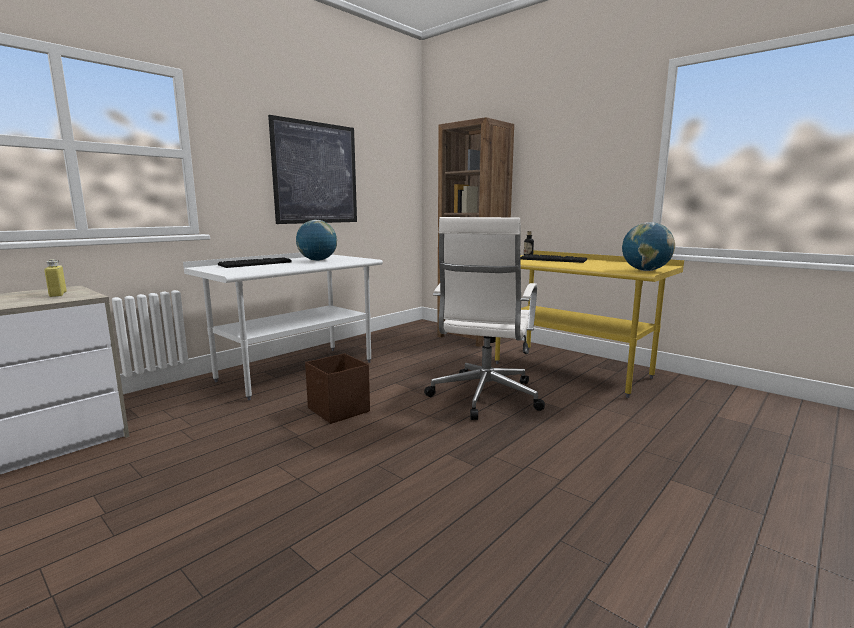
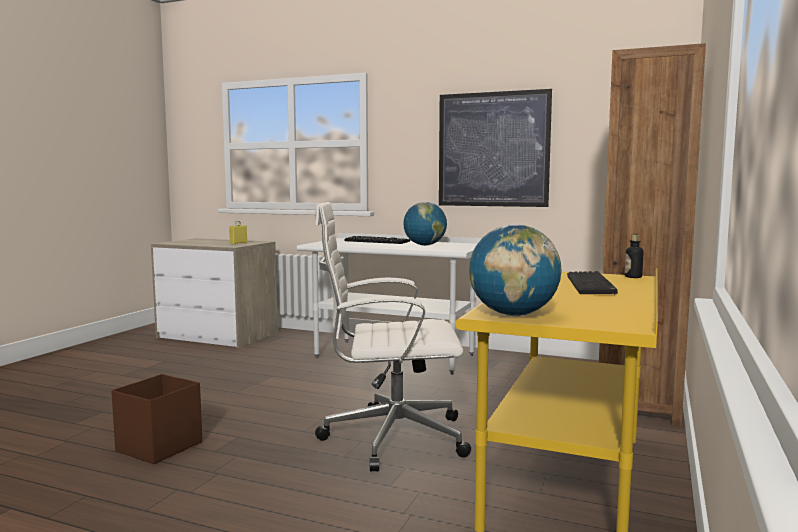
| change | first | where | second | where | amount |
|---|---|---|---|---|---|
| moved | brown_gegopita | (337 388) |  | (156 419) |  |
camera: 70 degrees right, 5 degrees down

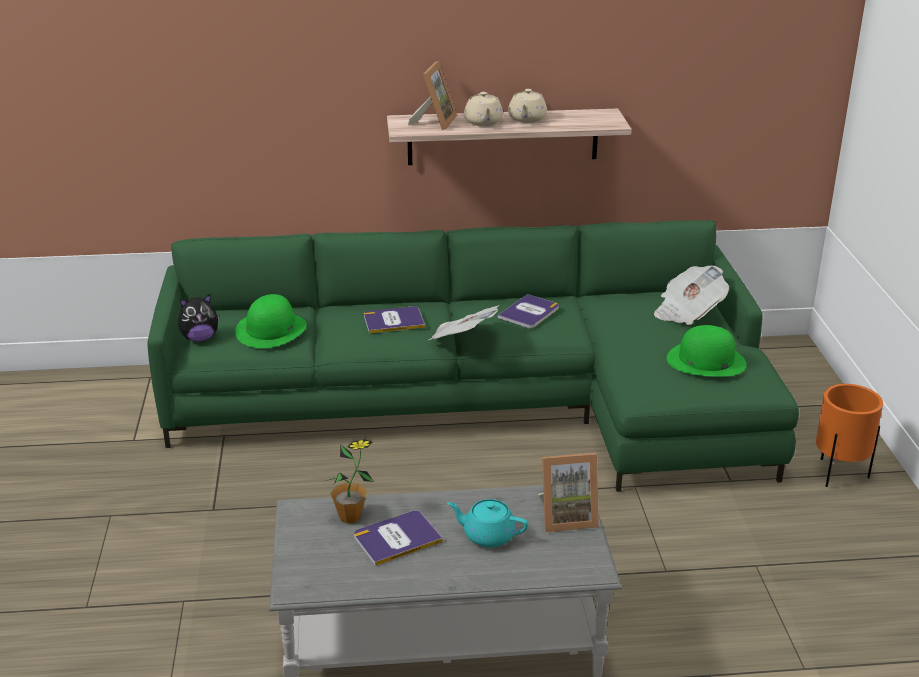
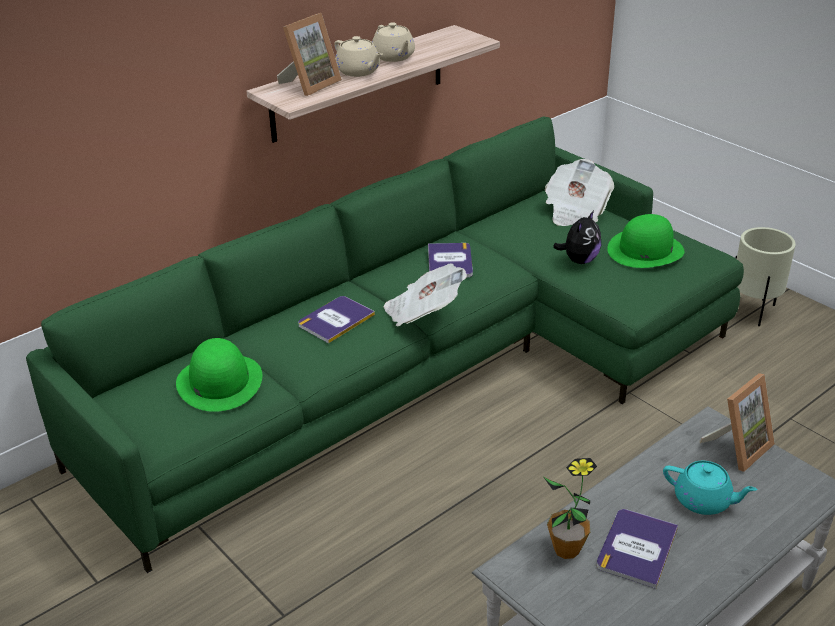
| change | first | where | second | where | amount |
|---|---|---|---|---|---|
| moved | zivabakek | (198 318) |  | (577 237) |  |
| turned | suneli | (432 95) |  | (309 54) | 60 degrees clockwise |
| turned | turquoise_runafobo | (487 523) |  | (710 488) | 135 degrees counterclockwise |
| recoloured | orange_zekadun | (849 435) | beige_zekadun | (766 276) |  |
camera: 35 degrees left, 5 degrees up

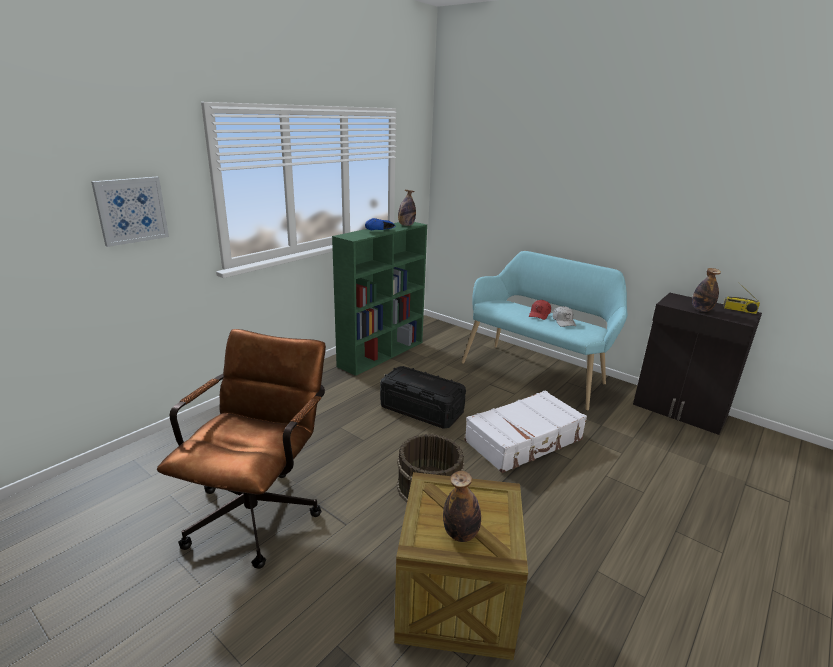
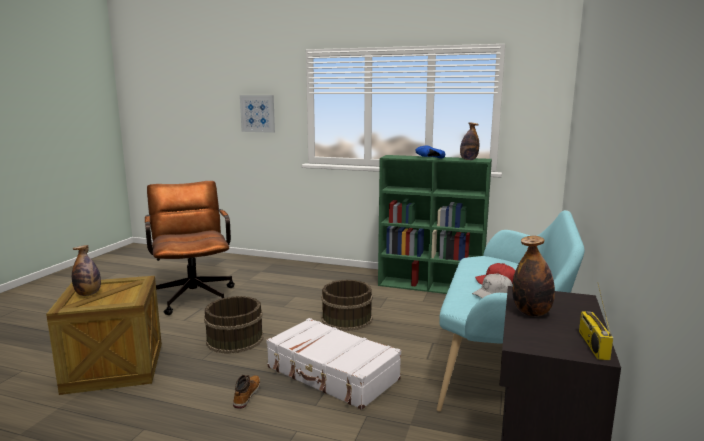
| change | first | where | second | where | amount |
|---|---|---|---|---|---|
| turned | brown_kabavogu | (241 449) |  | (190 248) | 105 degrees counterclockwise |
| replaced | black_gegopita | (423 397) | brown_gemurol | (347 305) |  |
| added |  |  | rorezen | (246 392) |  |
camera: 70 degrees right, 10 degrees down

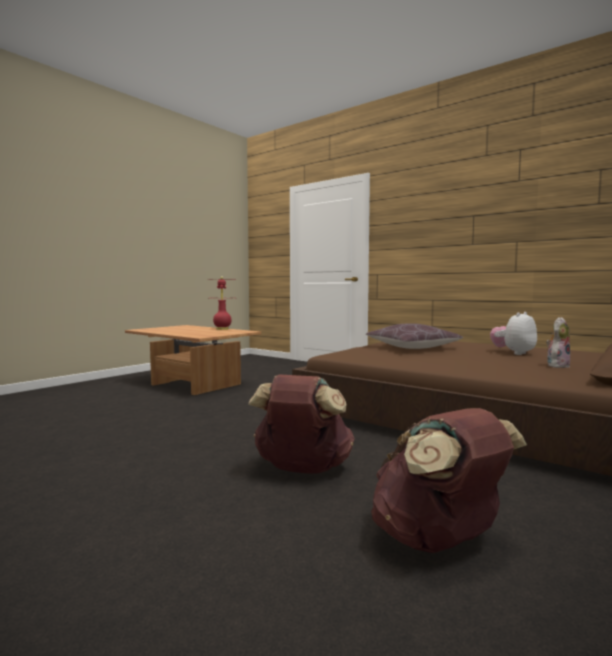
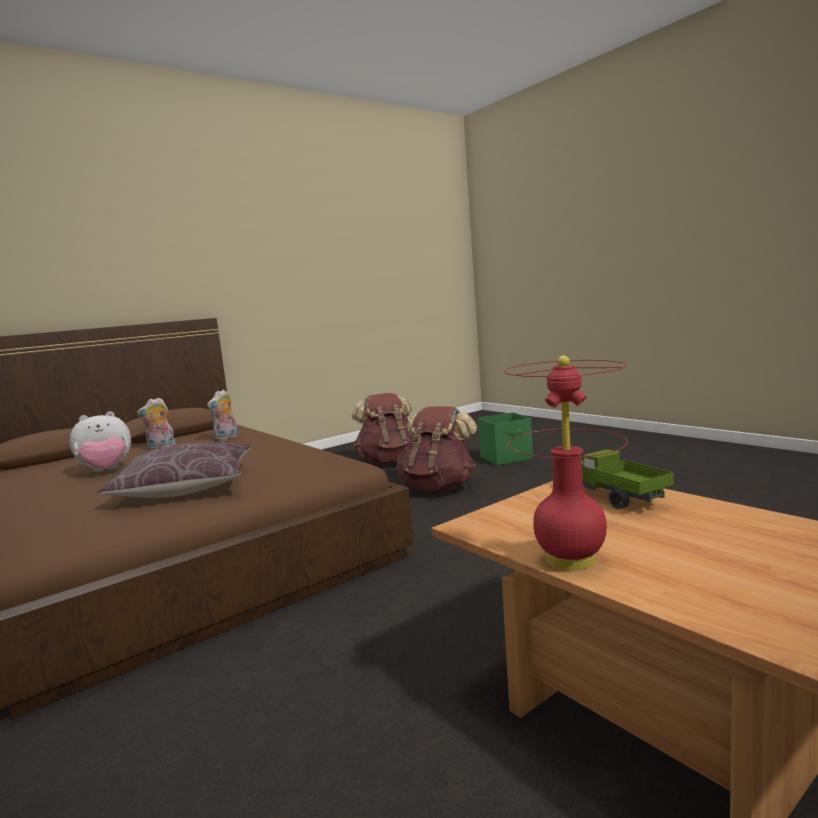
| change | first | where | second | where | amount |
|---|---|---|---|---|---|
| added |  |  | zivabakek | (222 415) |  |
| added |  |  | green_gegopita | (505 439) |  |
| added |  |  | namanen | (627 479) |  |
camera: 165 degrees left, 5 degrees up

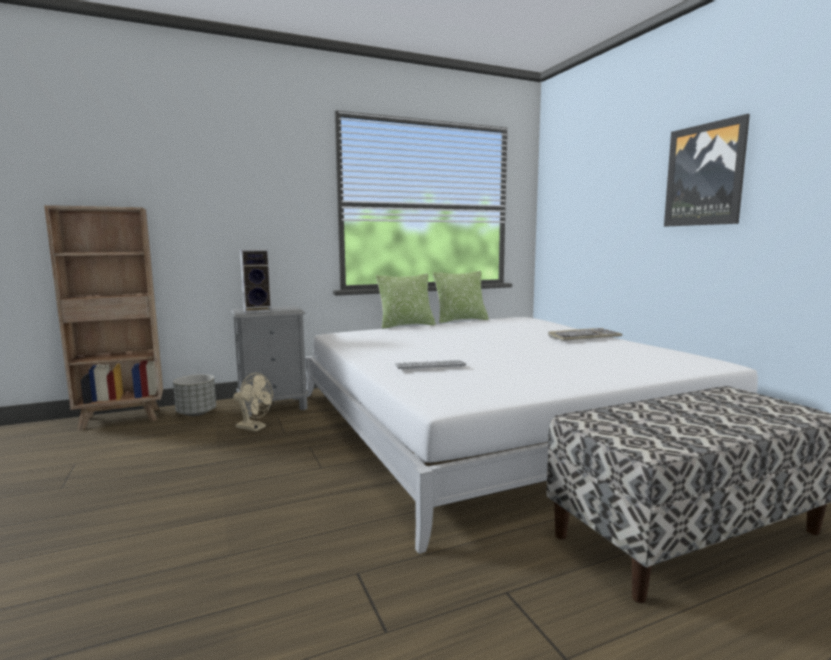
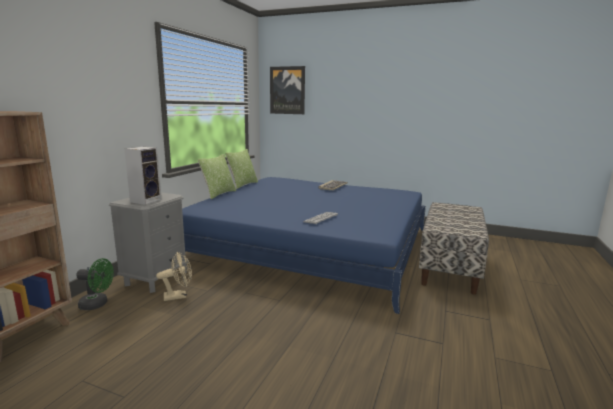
| change | first | where | second | where | amount |
|---|---|---|---|---|---|
| replaced | grey_zekadun | (194 395) | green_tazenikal | (95 284) |  |
| recoloured | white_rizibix | (531 435) | blue_rizibix | (304 245) |  |
| moved | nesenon | (707 170) |  | (287 90) |  |
camera: 45 degrees left, 5 degrees up

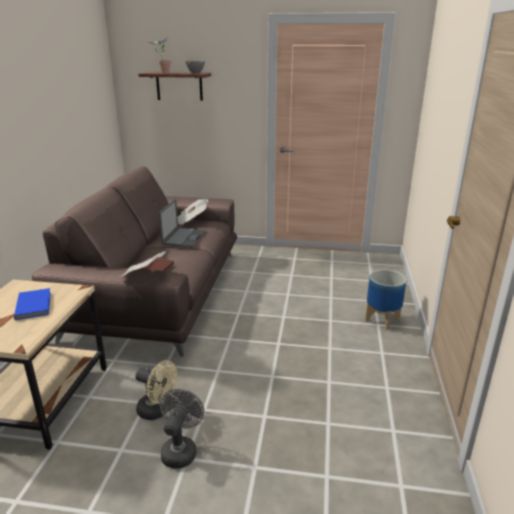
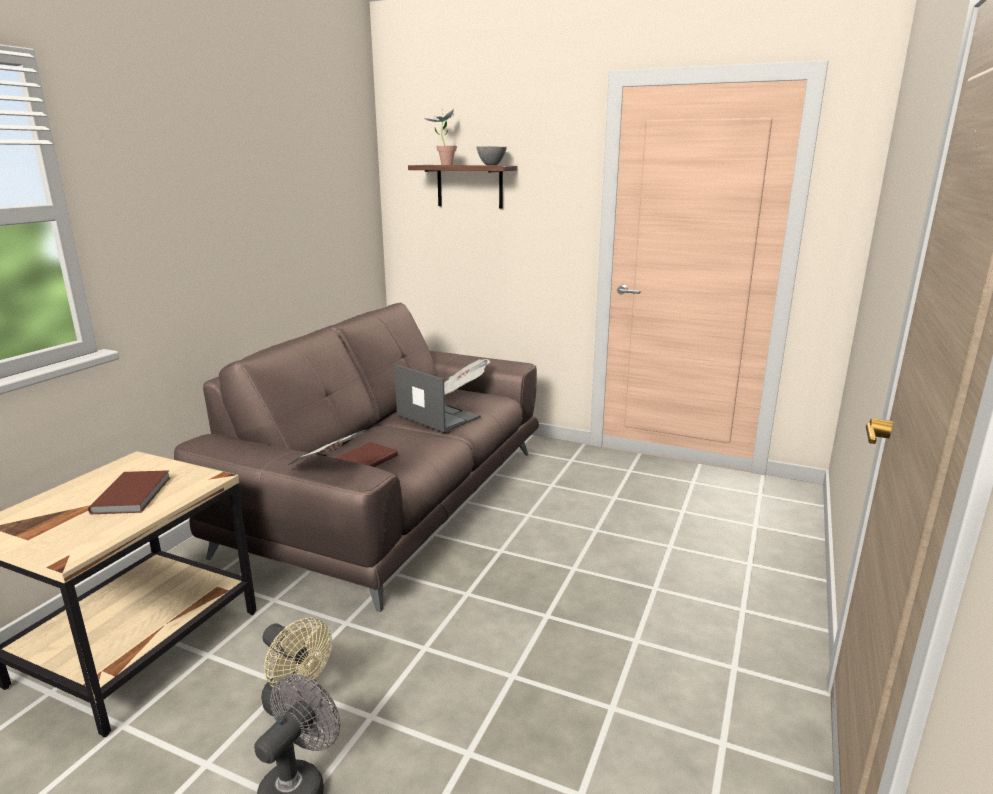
| change | first | where | second | where | amount |
|---|---|---|---|---|---|
| recoloured | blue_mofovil | (32 304) | brown_mofovil | (129 492) |  |
| turned | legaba | (182 223) |  | (437 398) | 75 degrees counterclockwise |
| removed | zekadun | (386 300) |  |  |  |
camera: 15 degrees right, 5 degrees down

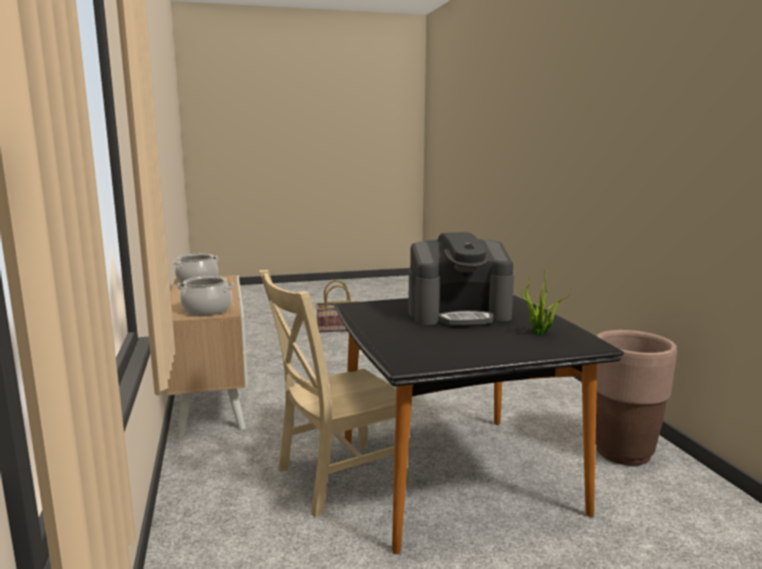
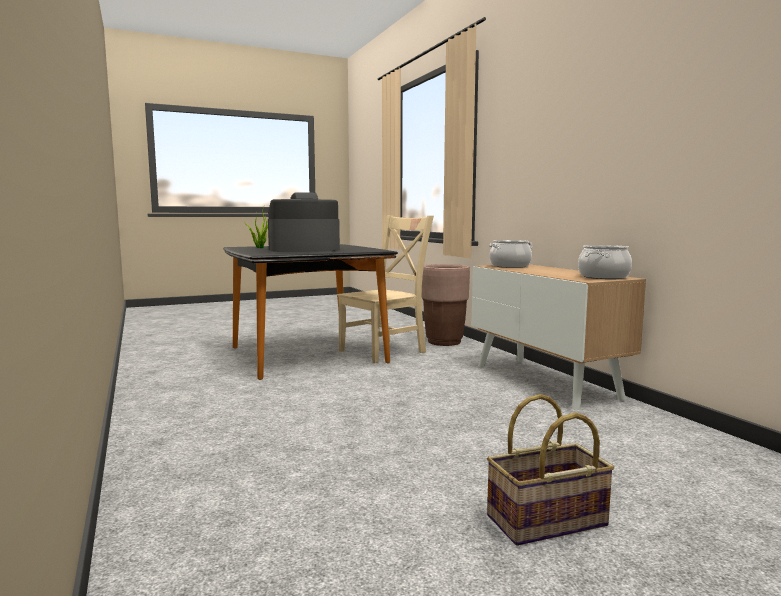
| change | first | where | second | where | amount |
|---|---|---|---|---|---|
| moved | brown_zekadun | (636 398) |  | (446 305) |  |
camera: 170 degrees right, 5 degrees down

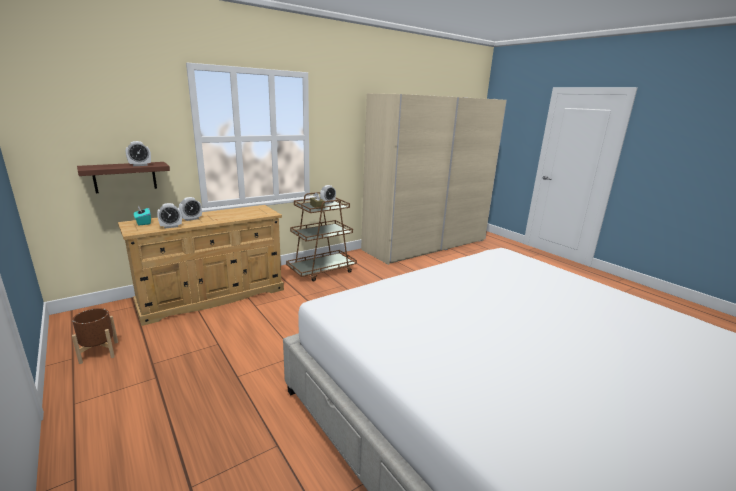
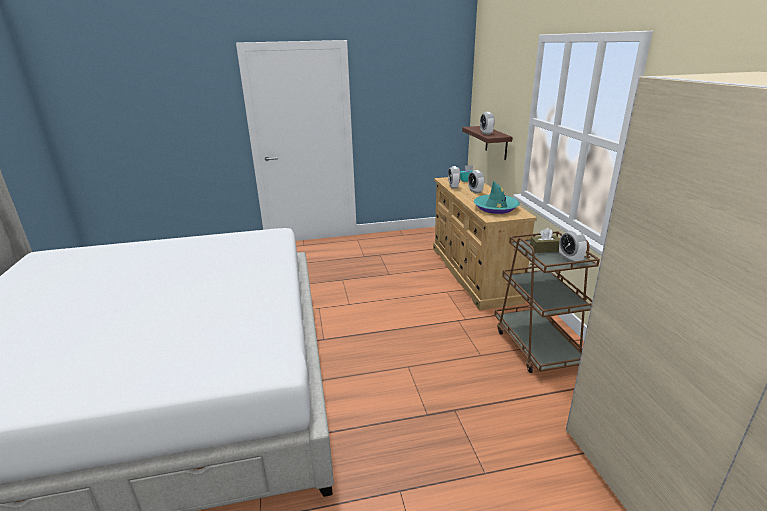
| change | first | where | second | where | amount |
|---|---|---|---|---|---|
| removed | brown_zekadun | (95 336) |  |  |  |
| added |  |  | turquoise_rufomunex | (497 197) |  |
camera: 115 degrees right, 5 degrees up

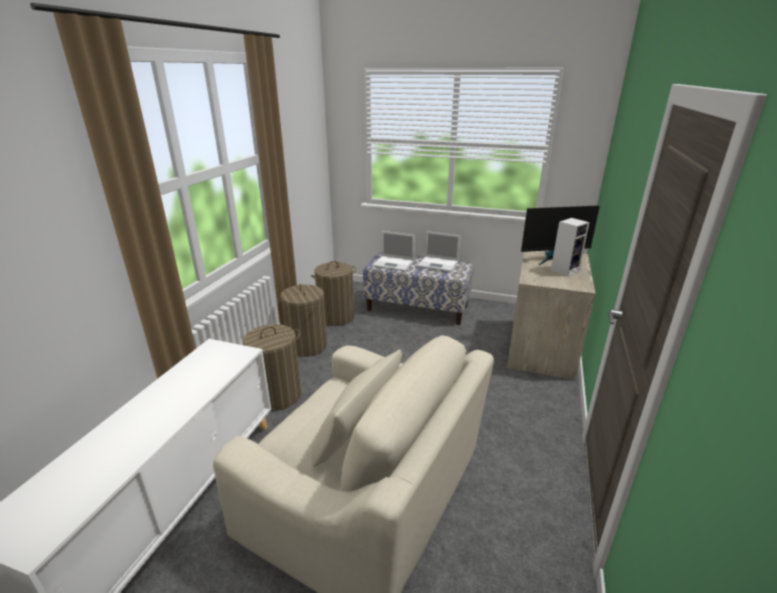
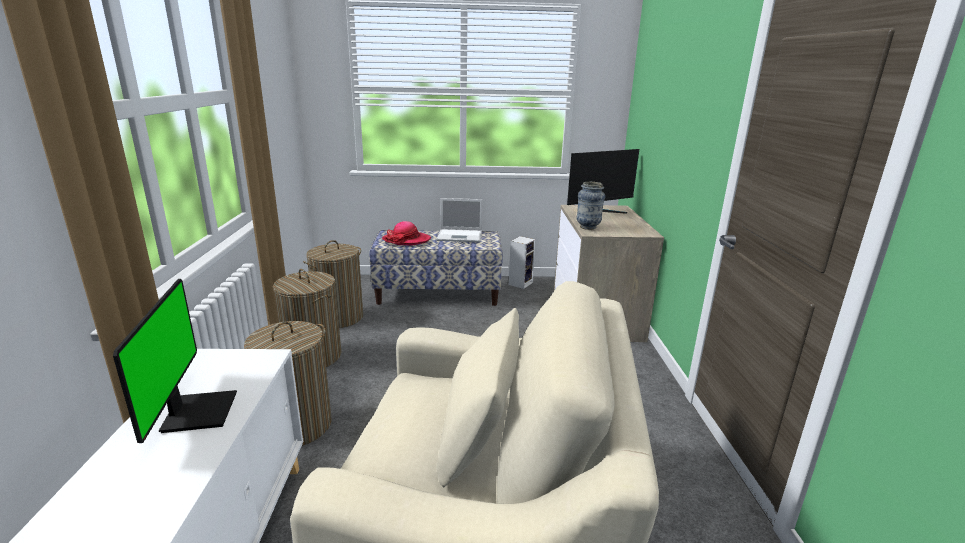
| change | first | where | second | where | amount |
|---|---|---|---|---|---|
| replaced | legaba | (393 251) | rufomunex | (406 233) |  |
| moved | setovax | (570 247) |  | (522 262) |  |
| added |  |  | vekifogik | (175 361) |  |
| added |  |  | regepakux | (591 206) |  |
camera: 20 degrees left, 5 degrees down

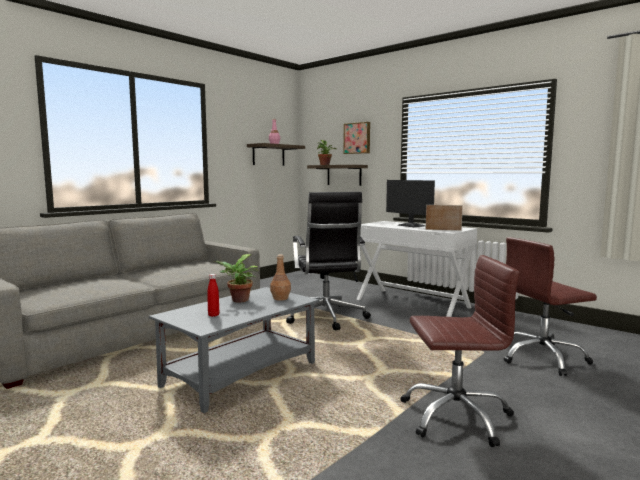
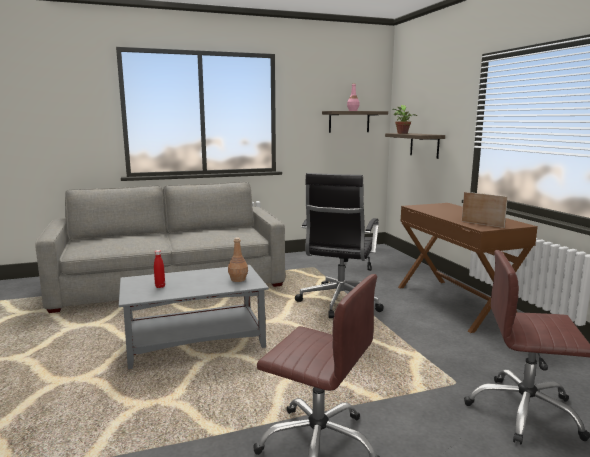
| change | first | where | second | where | amount |
|---|---|---|---|---|---|
| removed | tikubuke | (236 278) |  |  |  |
| removed | nesenon | (356 138) |  |  |  |
| recoloured | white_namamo | (416 269) | brown_namamo | (468 268) |  |
| removed | vekifogik | (410 203) |  |  |  |
camera: 30 degrees right, 5 degrees up

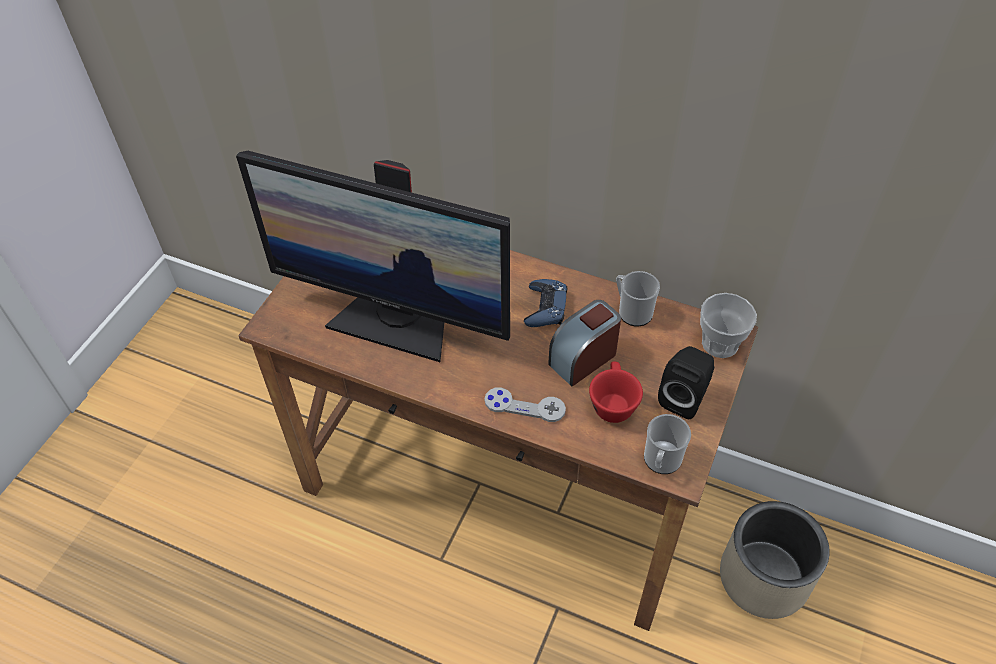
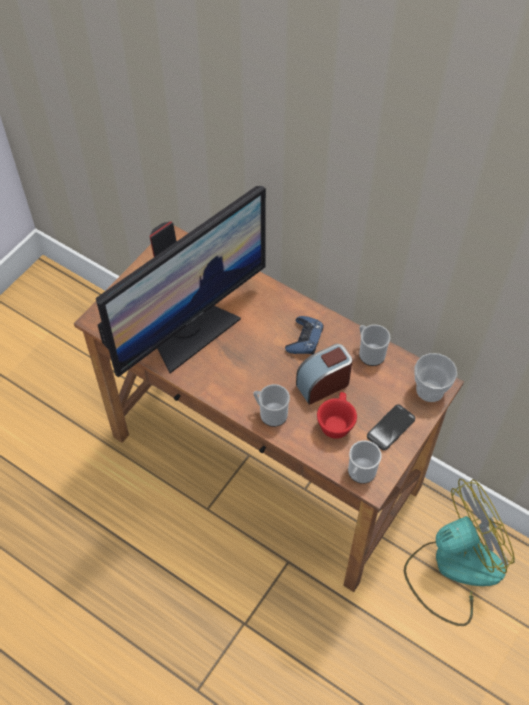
| change | first | where | second | where | amount |
|---|---|---|---|---|---|
| turned | vekifogik | (373 256) |  | (181 281) | 75 degrees counterclockwise |
| replaced | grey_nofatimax | (525 404) | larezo | (271 405) |  |
| replaced | black_setovax | (686 382) | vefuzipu | (391 427) |  |
| replaced | beige_zekadun | (775 560) | tazenikal | (459 552) |  |
camera: 10 degrees right, 5 degrees up

